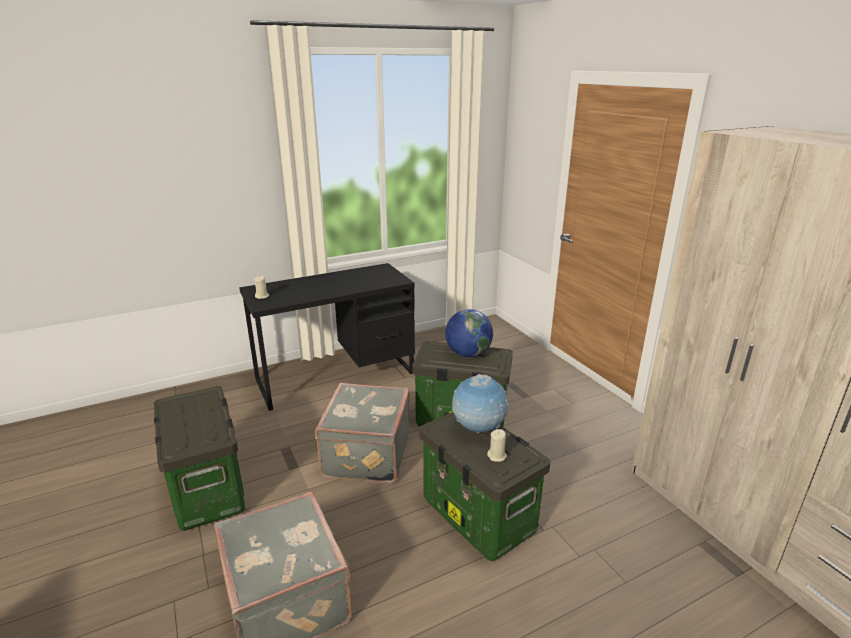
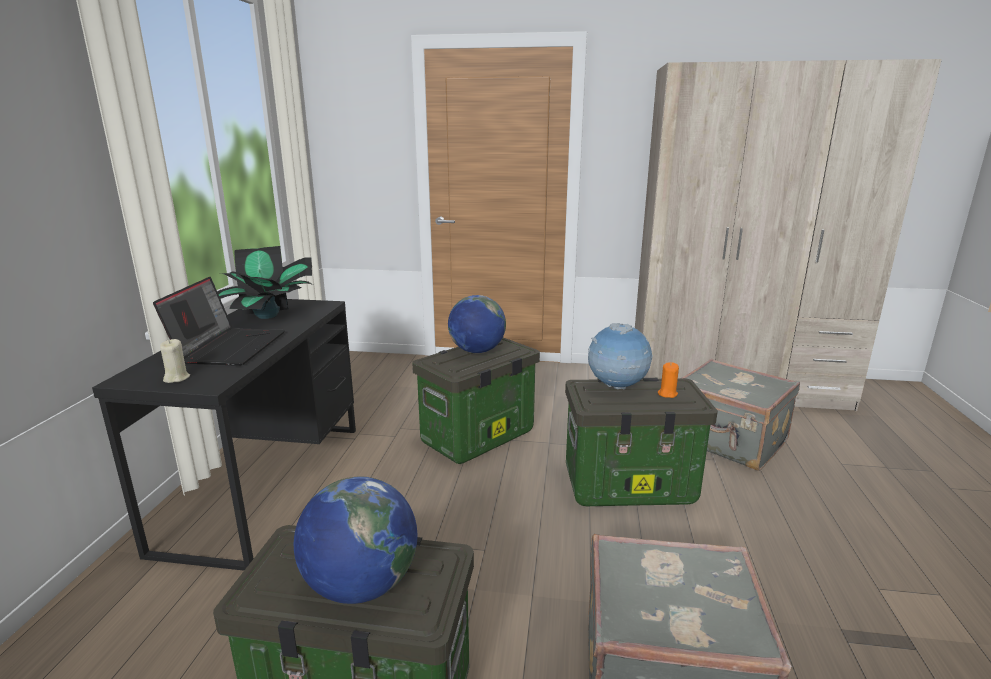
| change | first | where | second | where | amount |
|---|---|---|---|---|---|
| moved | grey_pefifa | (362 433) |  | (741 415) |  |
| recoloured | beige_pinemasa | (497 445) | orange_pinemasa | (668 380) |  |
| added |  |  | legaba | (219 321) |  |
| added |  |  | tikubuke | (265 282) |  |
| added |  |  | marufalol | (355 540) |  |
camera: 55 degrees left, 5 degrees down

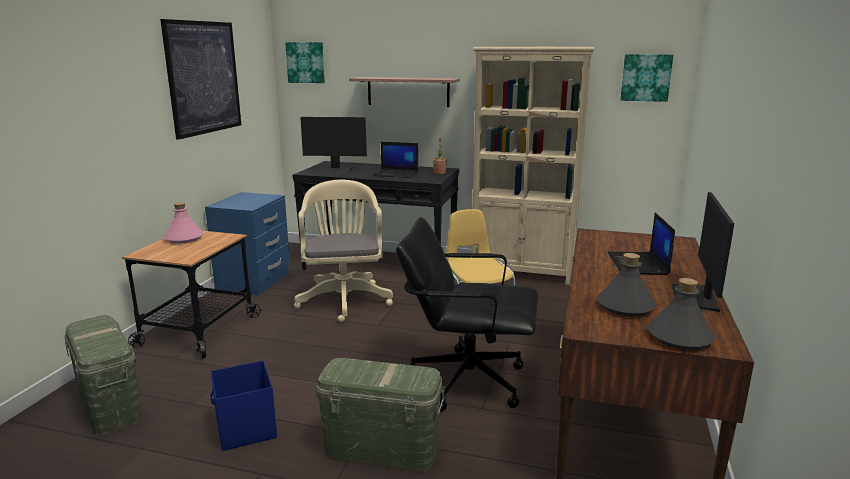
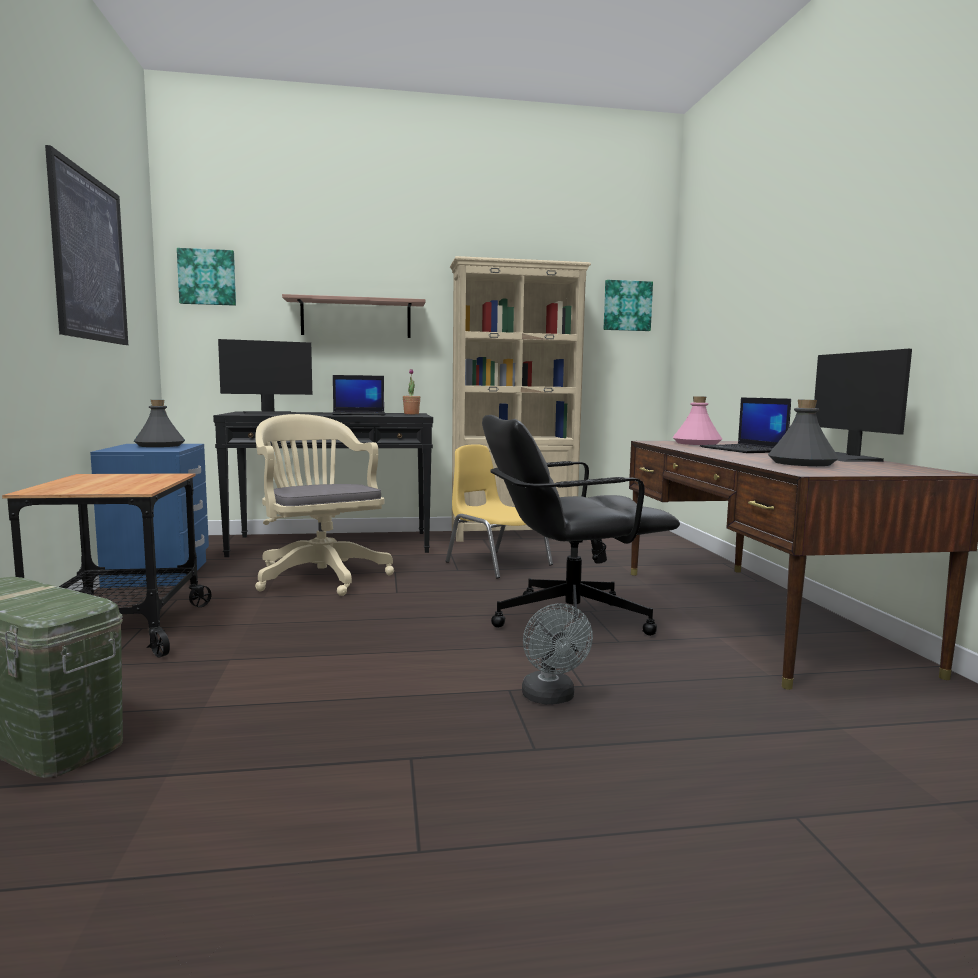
| change | first | where | second | where | amount |
|---|---|---|---|---|---|
| moved | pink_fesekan | (183 223) |  | (697 420) |  |
| removed | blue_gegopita | (243 406) |  |  |  |
| replaced | green_gegopita | (380 415) | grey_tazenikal | (557 654) |  |
| moved | grey_fesekan | (681 314) |  | (159 423) |  |
camera: 25 degrees left, 10 degrees down

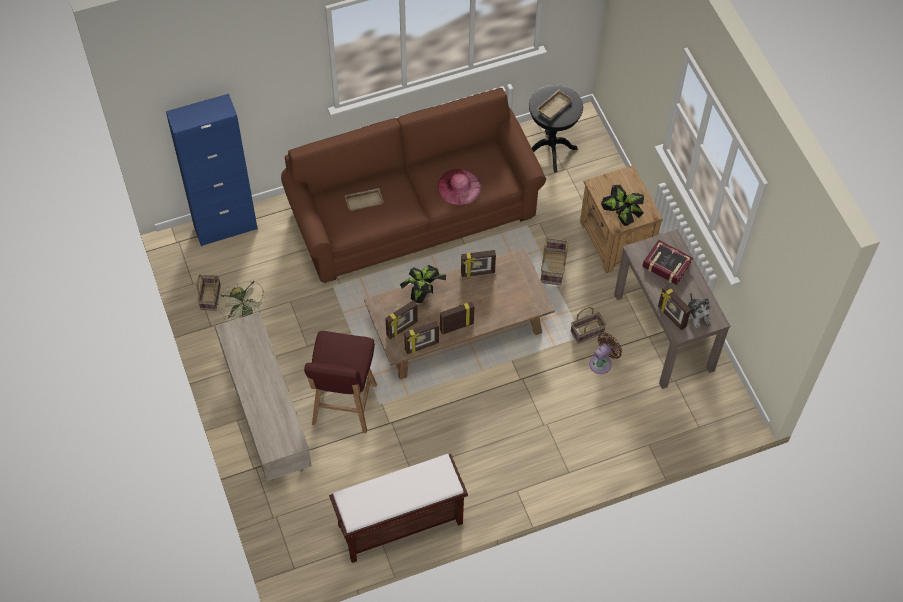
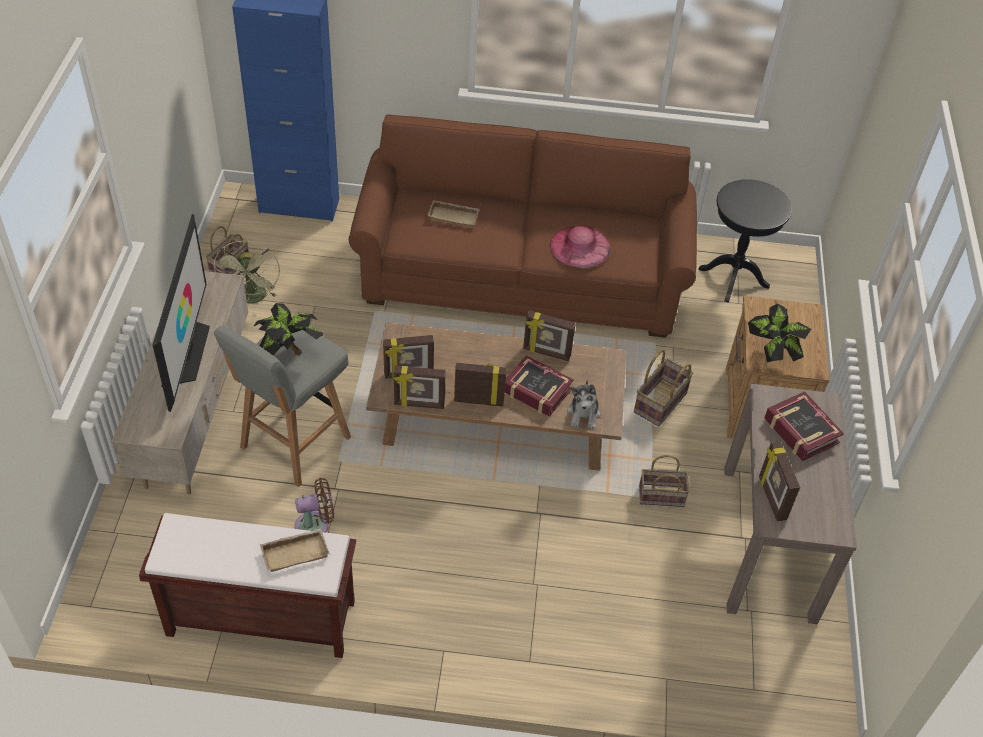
| change | first | where | second | where | amount |
|---|---|---|---|---|---|
| recoloured | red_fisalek | (340 382) | grey_fisalek | (282 406) |  |
| moved | tikubuke | (423 284) |  | (288 329) |  |
| moved | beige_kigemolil | (555 104) |  | (294 550) |  |
| moved | brown_tazenikal | (605 353) |  | (314 505) |  |
| moved | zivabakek | (699 310) |  | (584 404) |  |
| added |  |  | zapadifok | (181 313) |  |
| added |  |  | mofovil | (539 385) |  |
camera: 25 degrees right, 10 degrees down

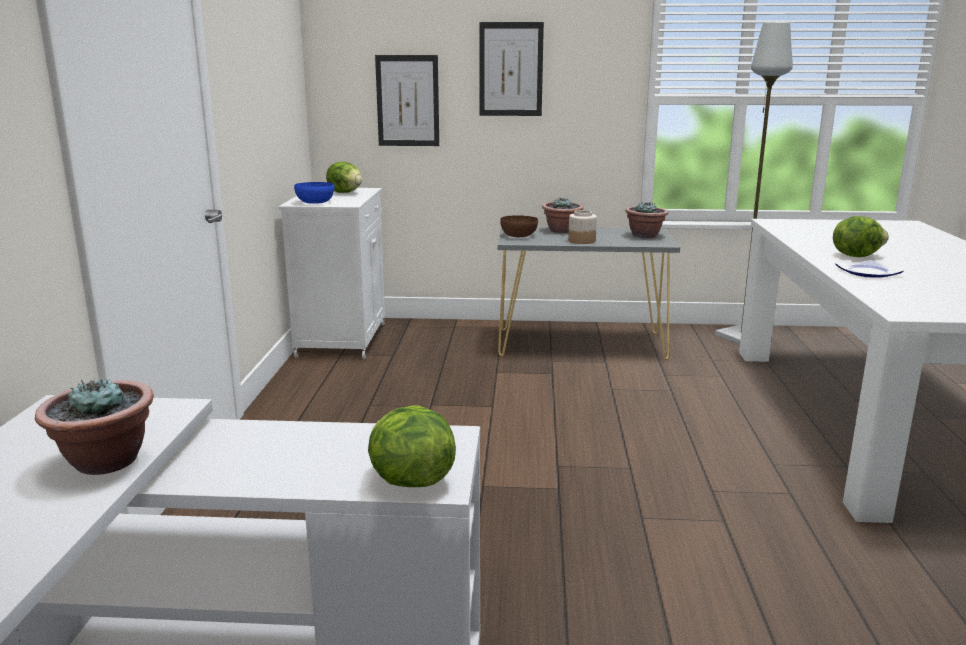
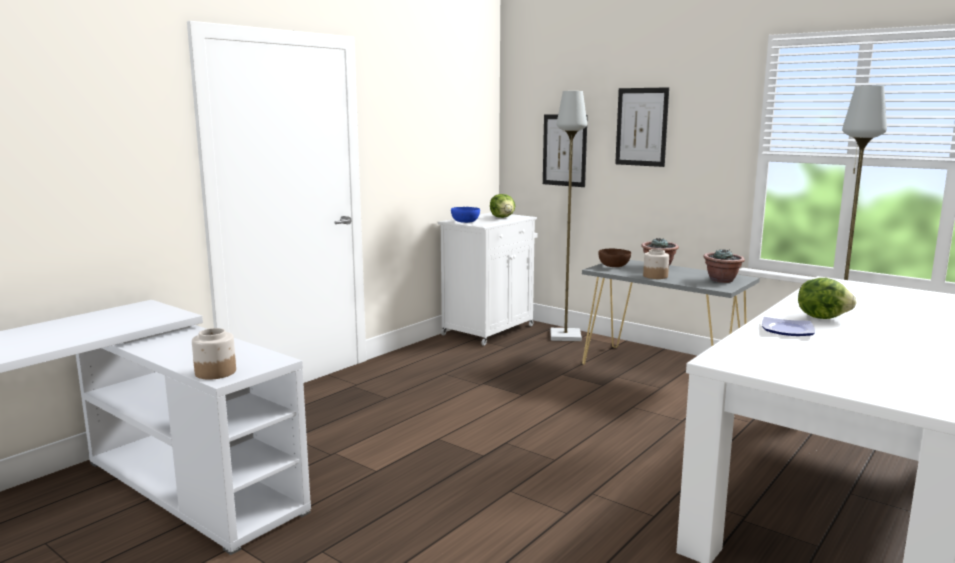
| change | first | where | second | where | amount |
|---|---|---|---|---|---|
| removed | tikubuke | (94 426) |  |  |  |
| replaced | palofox | (412 446) | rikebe | (214 354) |  |
| added |  |  | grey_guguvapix | (568 216) |  |
camera: 35 degrees right, 5 degrees down

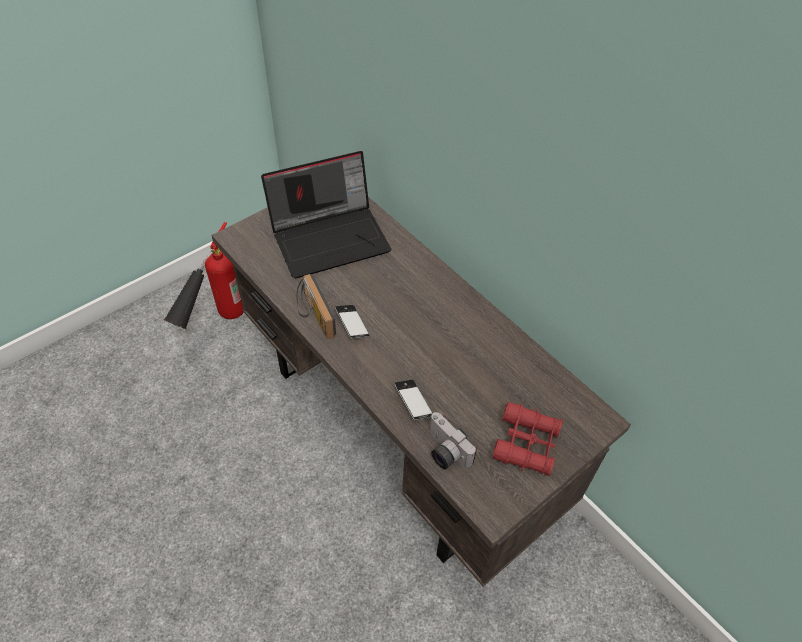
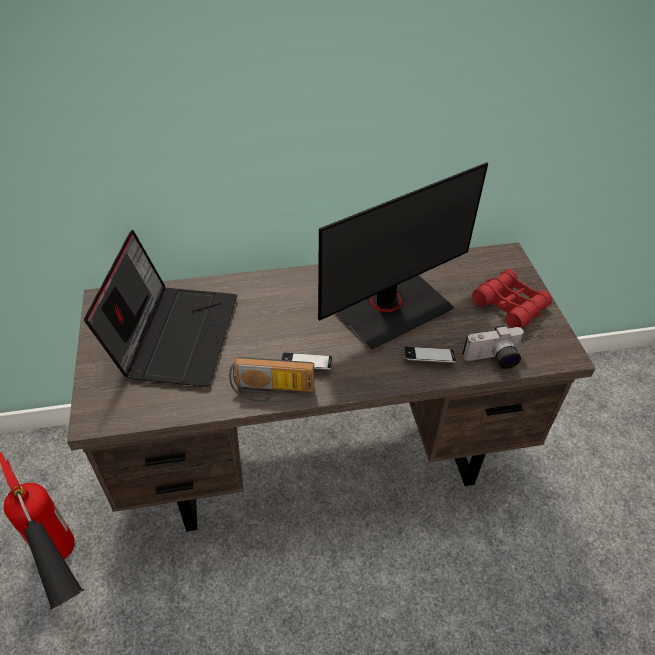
| change | first | where | second | where | amount |
|---|---|---|---|---|---|
| added |  |  | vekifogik | (403 255) |  |
camera: 60 degrees left, 5 degrees down

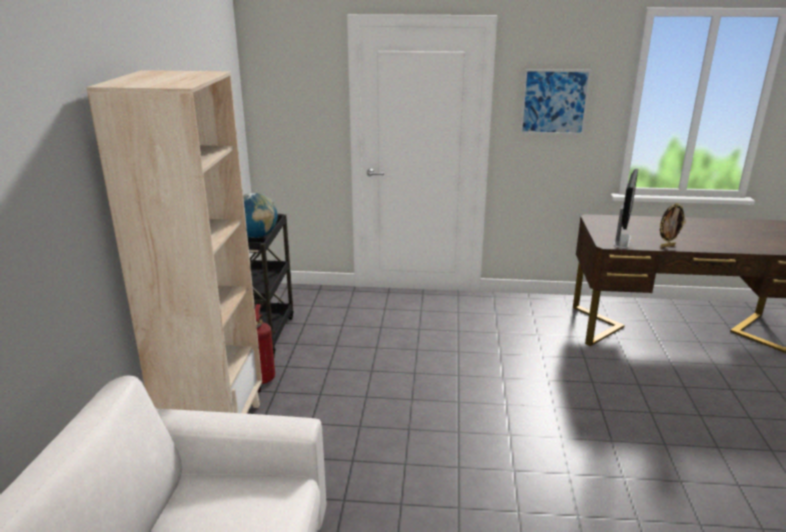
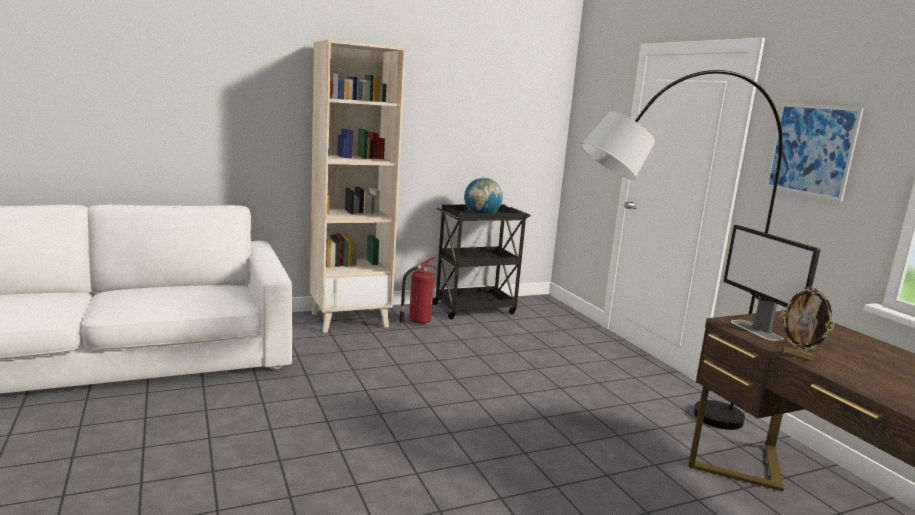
| change | first | where | second | where | amount |
|---|---|---|---|---|---|
| turned | vekifogik | (625 208) |  | (771 283) | 75 degrees clockwise |
| added |  |  | grey_guguvapix | (682 250) |  |
camera: 60 degrees right, 10 degrees down

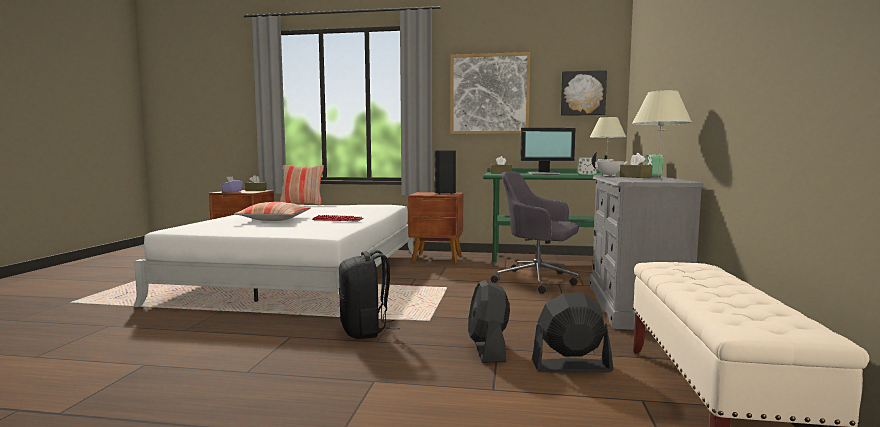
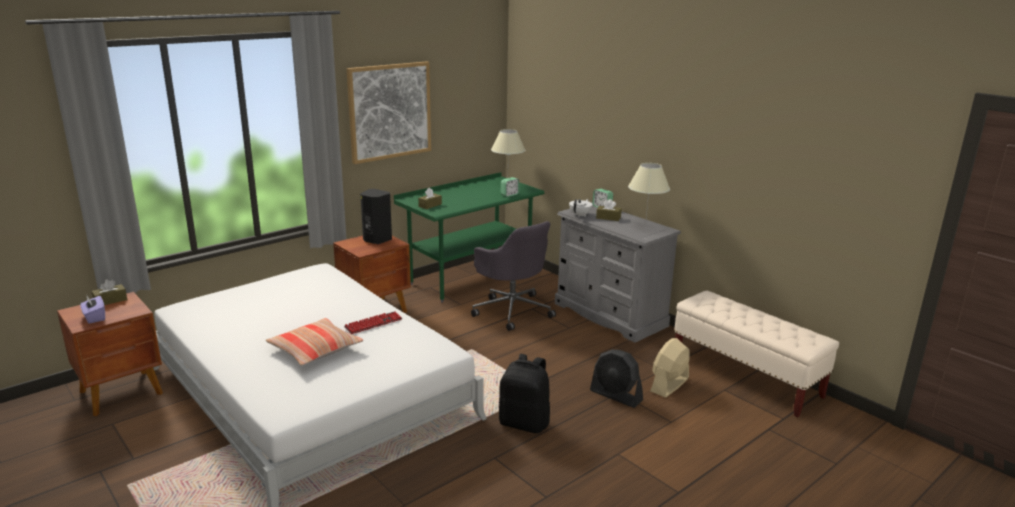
| change | first | where | second | where | amount |
|---|---|---|---|---|---|
| removed | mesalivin | (302 185) |  |  |  |
| turned | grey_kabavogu | (535 233) |  | (513 276) | 105 degrees counterclockwise |
| removed | vekifogik | (548 151) |  |  |  |
| recoloured | black_tazenikal | (573 333) | beige_tazenikal | (670 368) |  |
| removed | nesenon | (584 93) |  |  |  |
camera: 50 degrees left, 15 degrees up

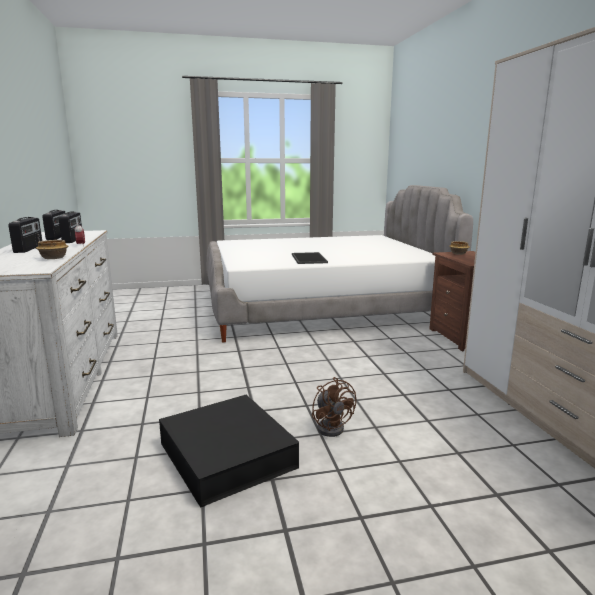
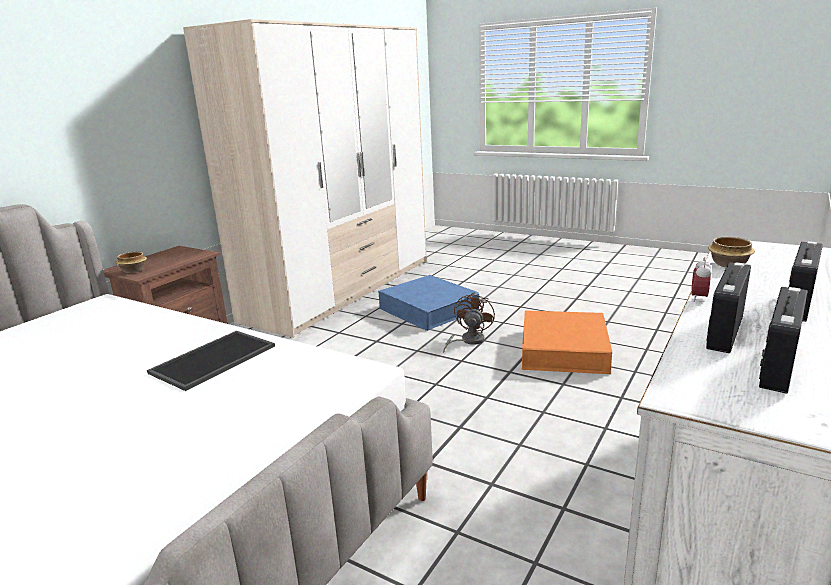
| change | first | where | second | where | amount |
|---|---|---|---|---|---|
| recoloured | black_gegopita | (229 451) | orange_gegopita | (567 342) |  |
| added |  |  | blue_gegopita | (428 303) |  |
camera: 135 degrees left, 5 degrees up

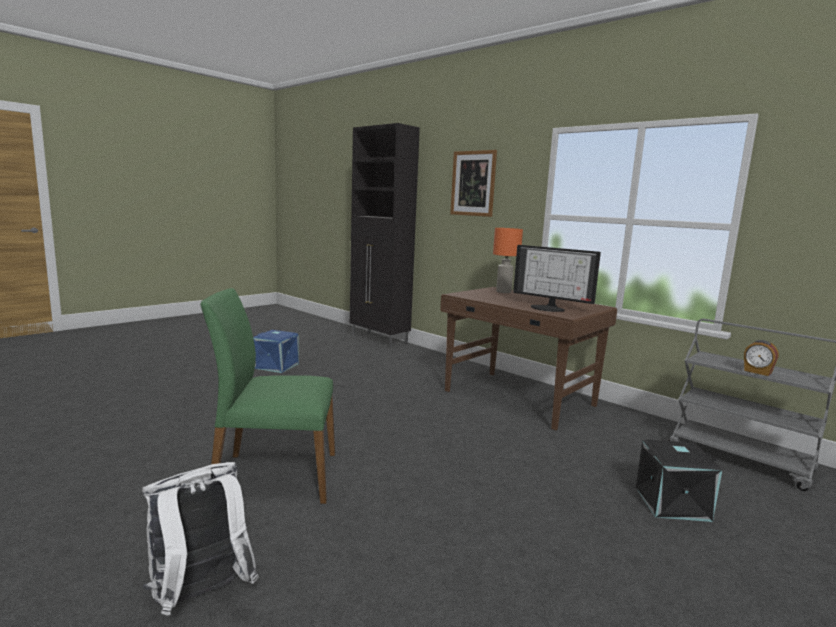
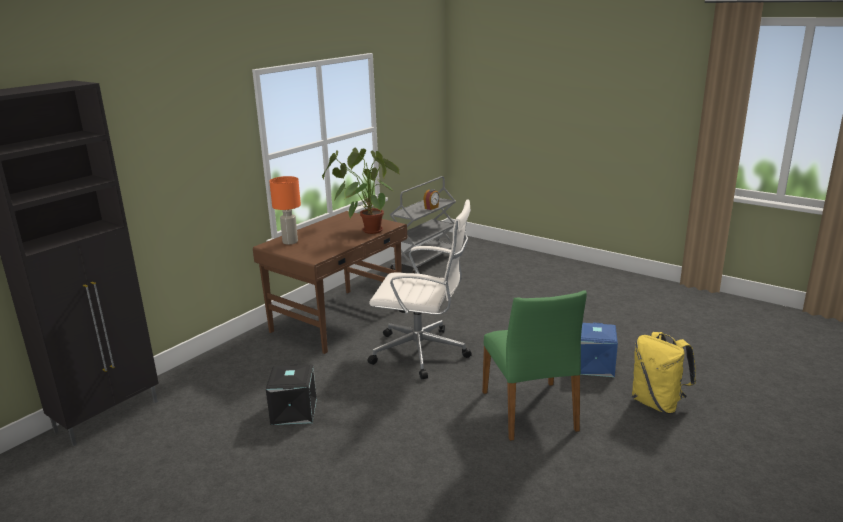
| change | first | where | second | where | amount |
|---|---|---|---|---|---|
| recoloured | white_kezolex | (200 539) | yellow_kezolex | (664 373) |  |
| moved | blue_gegopita | (276 351) |  | (599 349) |  |
| removed | nesenon | (473 183) |  |  |  |
| replaced | vekifogik | (557 278) | tikubuke | (360 191) |  |
| moved | black_gegopita | (679 480) |  | (291 394) |  |
| added |  |  | white_kabavogu | (419 289) |  |
camera: 95 degrees left, 10 degrees up

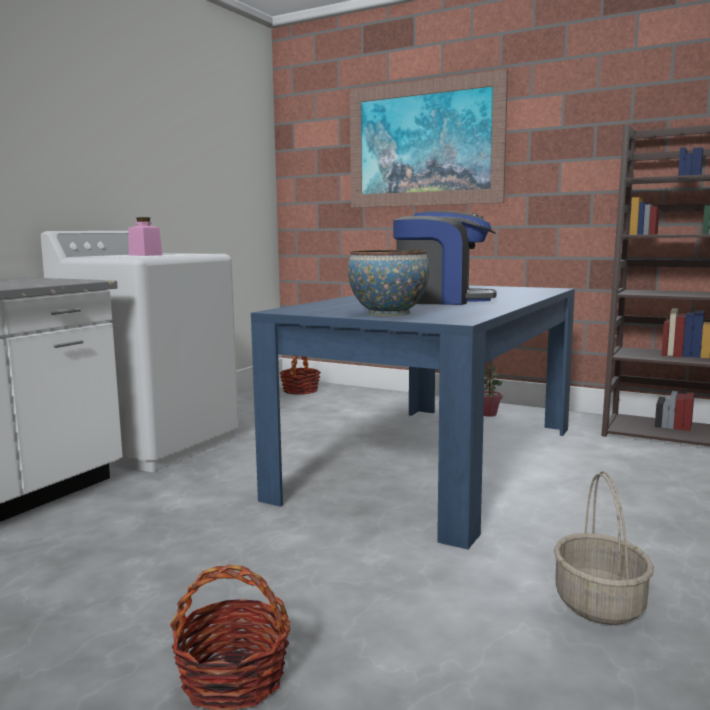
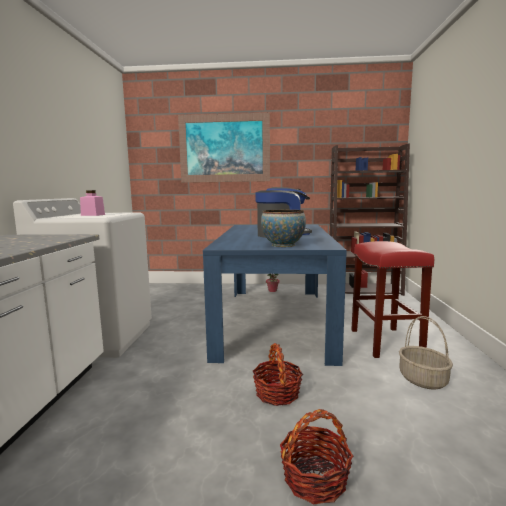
| change | first | where | second | where | amount |
|---|---|---|---|---|---|
| moved | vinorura | (300 375) |  | (278 374) |  |
| added |  |  | red_fisalek | (392 299) |  |
camera: 25 degrees left, 0 degrees up

